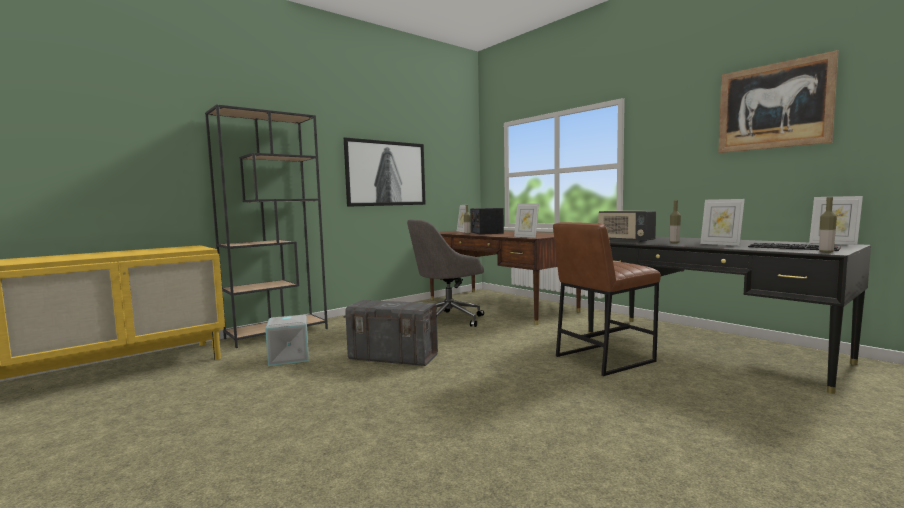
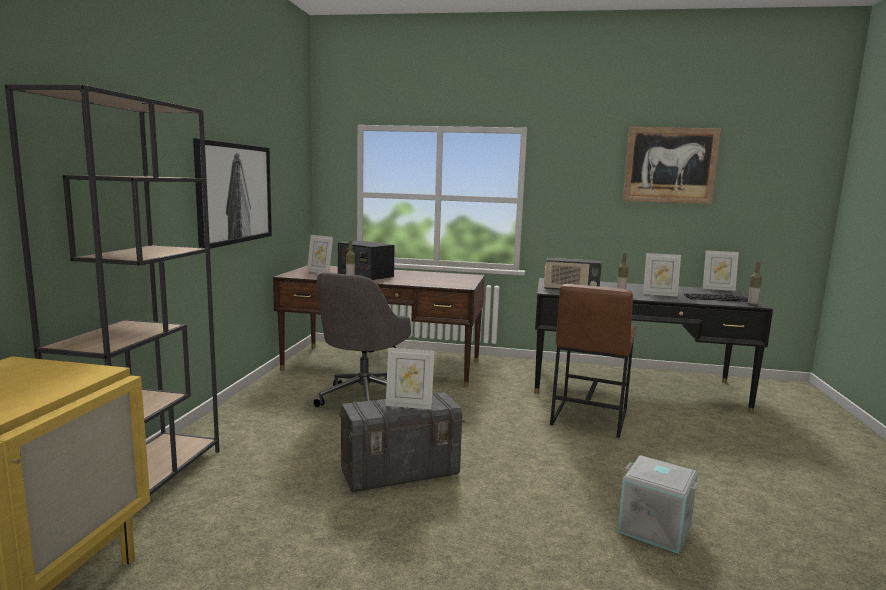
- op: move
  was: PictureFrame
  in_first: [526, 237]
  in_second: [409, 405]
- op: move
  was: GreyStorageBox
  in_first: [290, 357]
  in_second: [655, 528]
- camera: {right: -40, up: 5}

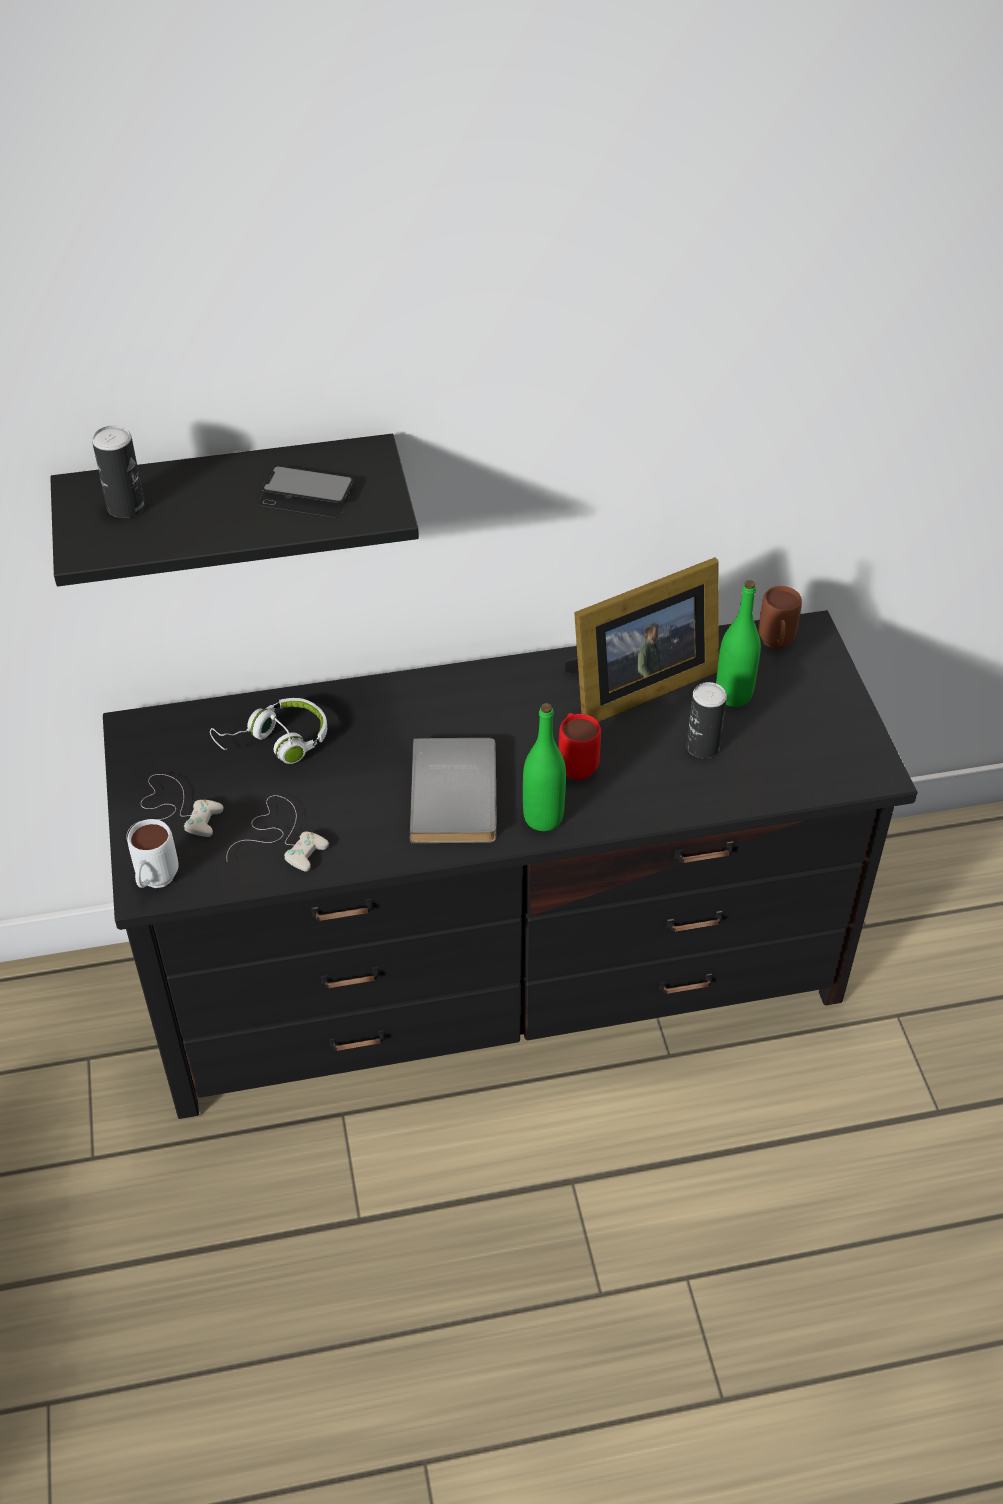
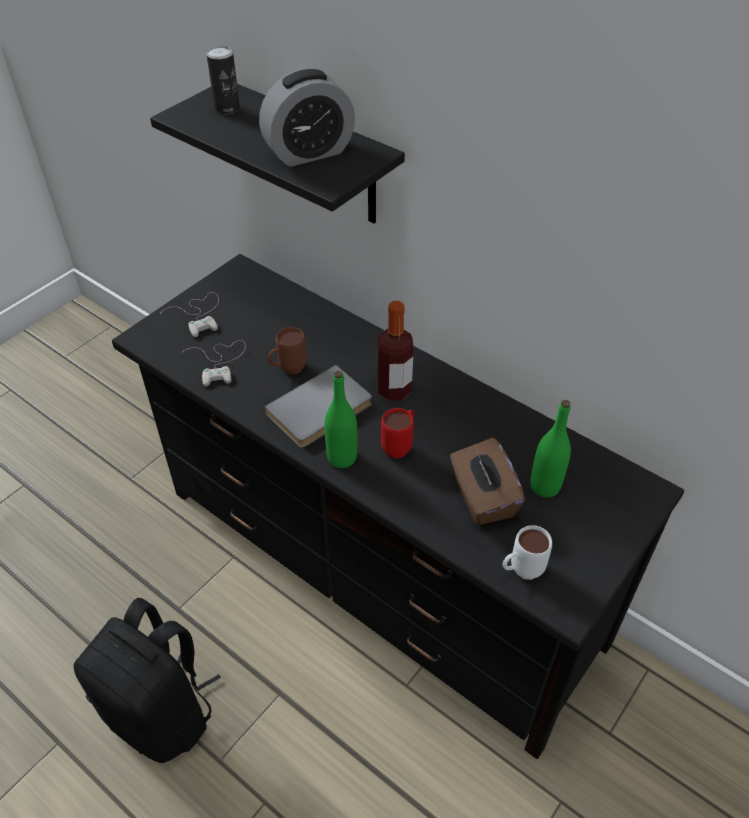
- op: replace
  was: Phone
  now: AlarmClock
  in_first: [306, 495]
  in_second: [309, 152]
- op: delete
  was: PictureFrame
  in_first: [635, 687]
- op: move
  was: BrownMug
  in_first: [775, 646]
  in_second: [288, 370]
- op: replace
  was: Can
  now: BrownTissueBox
  in_first: [702, 747]
  in_second: [482, 498]
- op: delete
  was: WhiteHeadphones
  in_first: [276, 742]
- op: move
  was: WhiteMug
  in_first: [155, 883]
  in_second: [520, 572]
- op: insert
  now: Bottle
  in_second: [394, 390]
- op: insert
  now: BlackBackpack
  in_second: [162, 712]
- camera: {right: 50, up: 0}

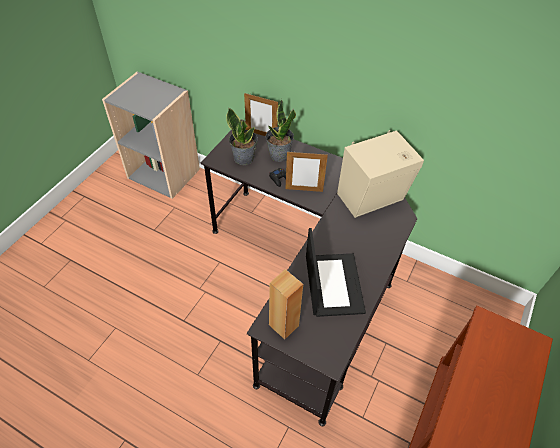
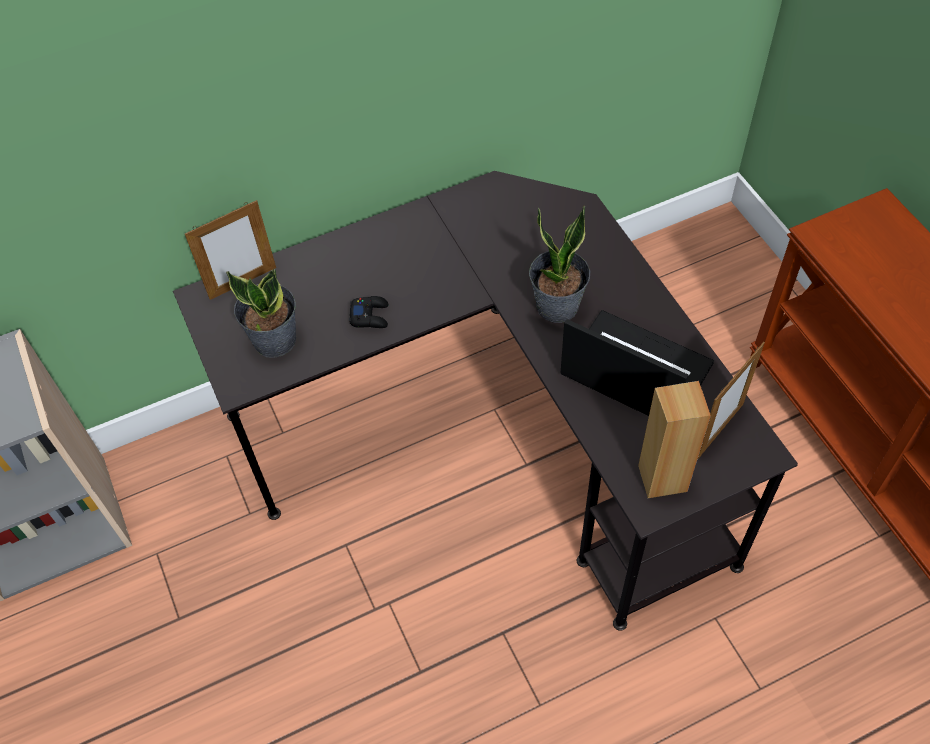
- op: move
  was: PottedPlant
  in_first: [279, 155]
  in_second: [557, 306]
- op: delete
  was: BeigeSpeaker
  in_first: [372, 198]
- op: move
  was: PictureFrame
  in_first: [304, 190]
  in_second: [720, 431]
- camera: {right: -50, up: 5}

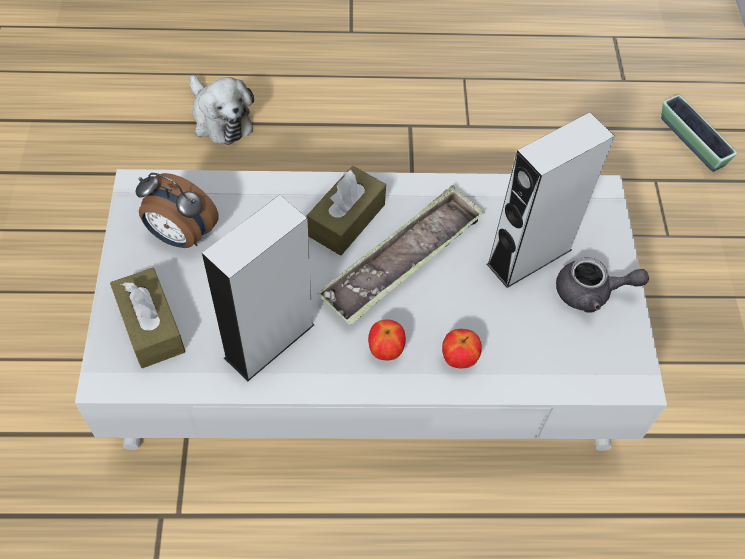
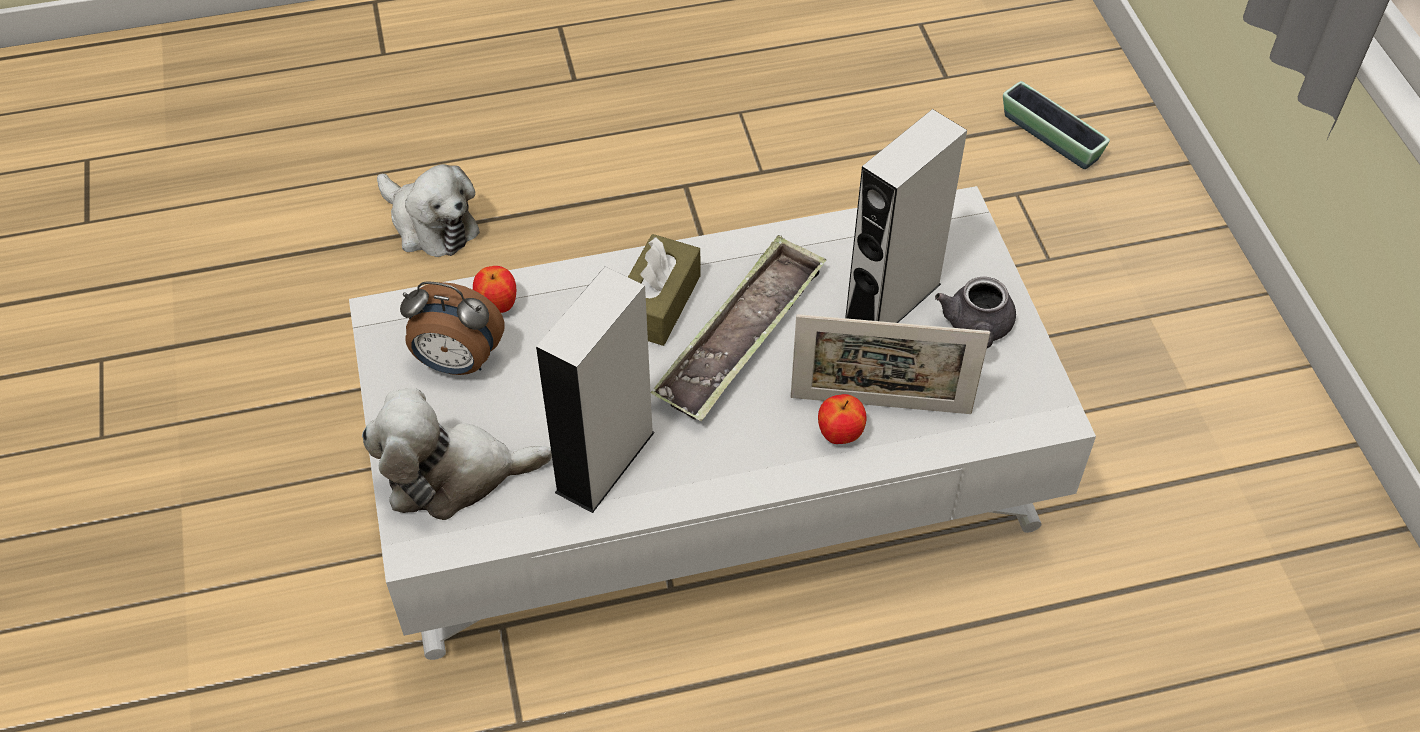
- op: rotate
  was: GreyTeapot
  in_first: [591, 293]
  in_second: [977, 328]
  clockwise: 105
- op: replace
  was: BrownTissueBox
  now: PlushToy
  in_first: [151, 326]
  in_second: [453, 475]
- op: move
  was: Apple
  in_first: [385, 350]
  in_second: [497, 306]
- op: insert
  now: PictureFrame
  in_second: [880, 405]
- camera: {right: -10, up: -5}

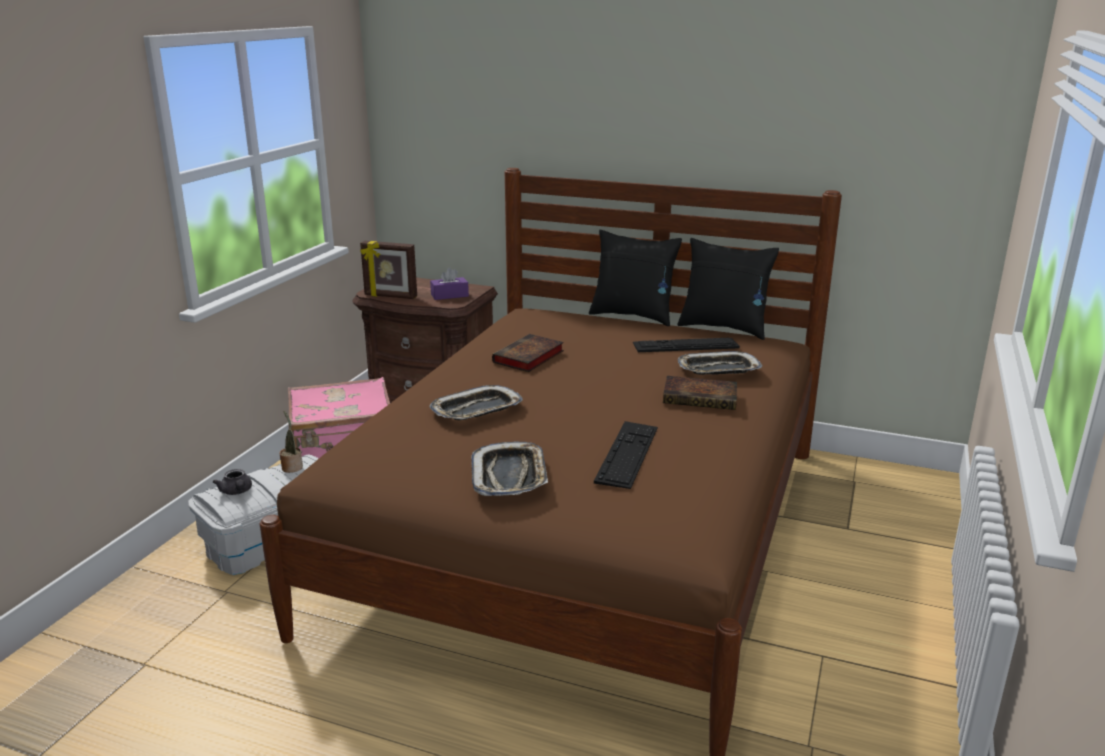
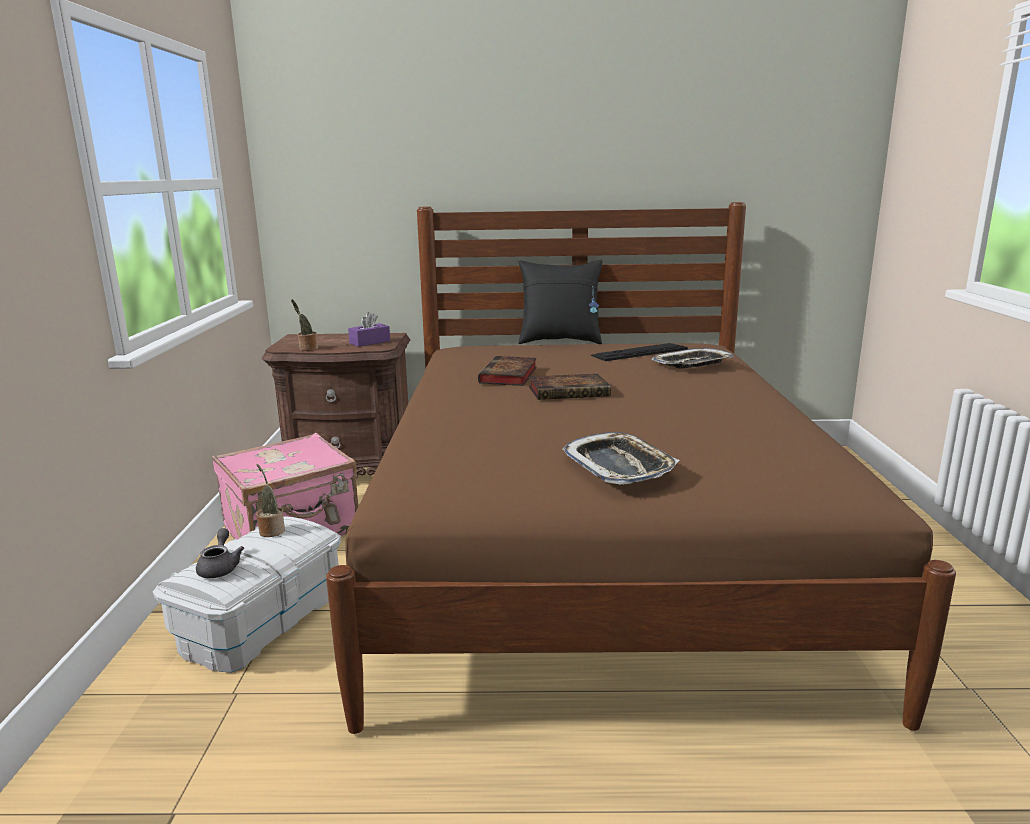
- op: delete
  was: BlackPillow
  in_first: [723, 329]
- op: replace
  was: PictureFrame
  now: PottedPlant
  in_first: [390, 296]
  in_second: [307, 349]
- op: move
  was: Book
  in_first: [702, 398]
  in_second: [570, 392]
- op: delete
  was: Tray
  in_first: [476, 410]
- op: delete
  was: Keyboard
  in_first: [627, 454]
- op: rotate
  was: GreyTeapot
  in_first: [236, 492]
  in_second: [220, 567]
  clockwise: -135
- camera: {right: -20, up: -5}

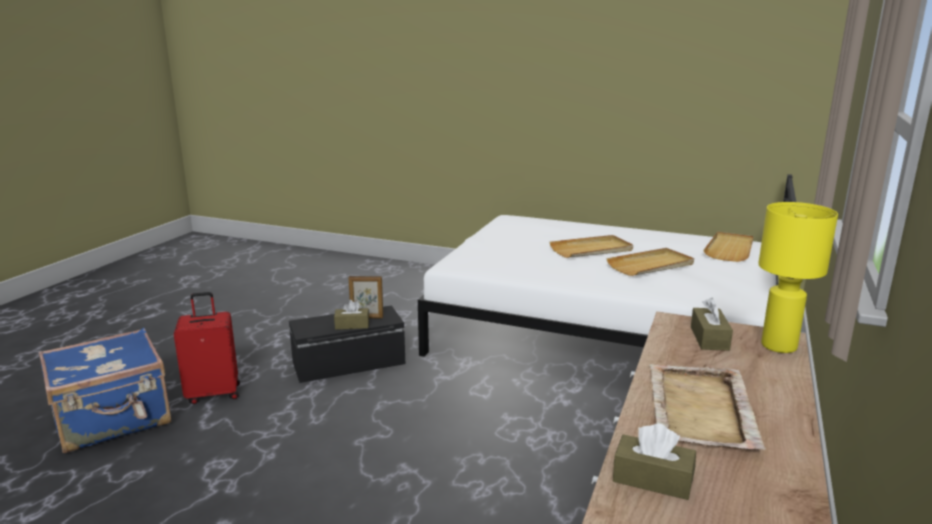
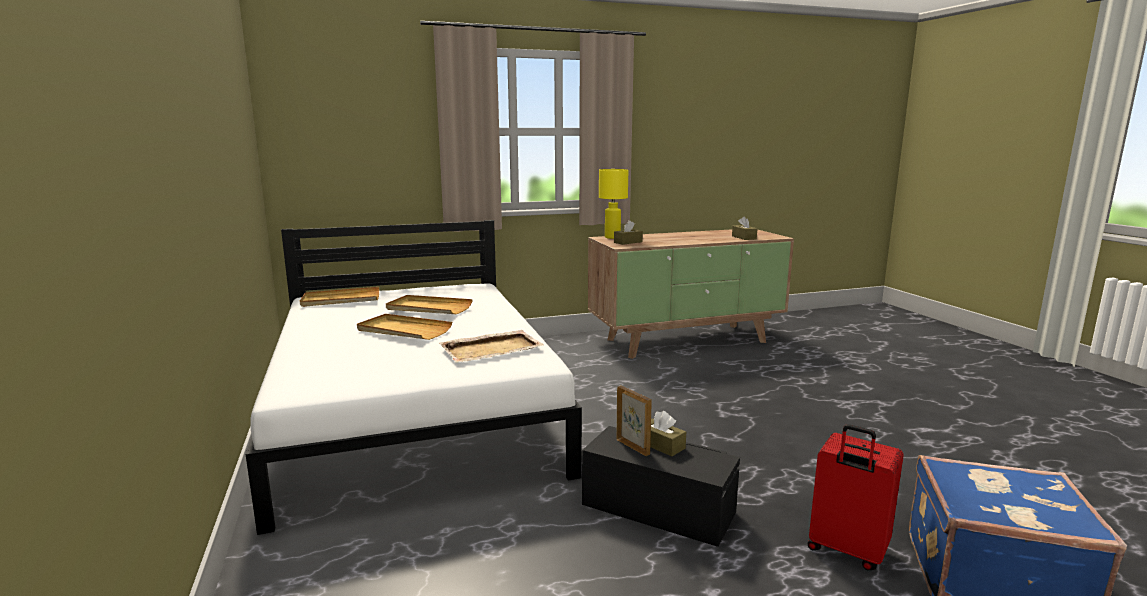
- op: move
  was: BeigeTray
  in_first: [700, 410]
  in_second: [492, 349]
- camera: {right: -130, up: -5}

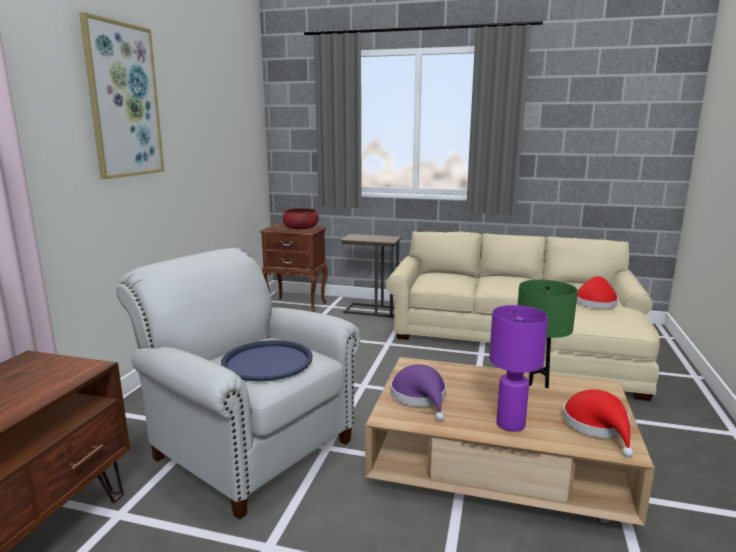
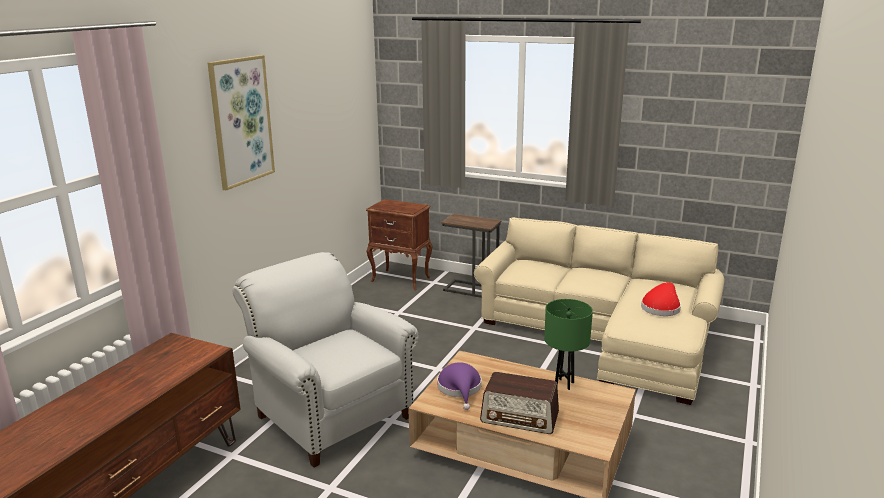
- op: delete
  was: RedBowl
  in_first: [300, 227]
- op: replace
  was: PurpleTableLamp
  now: Radio
  in_first: [511, 424]
  in_second: [520, 417]
- op: delete
  was: BlueTray
  in_first: [267, 361]
- op: delete
  was: RedHat
  in_first: [598, 426]
- camera: {right: 10, up: 5}

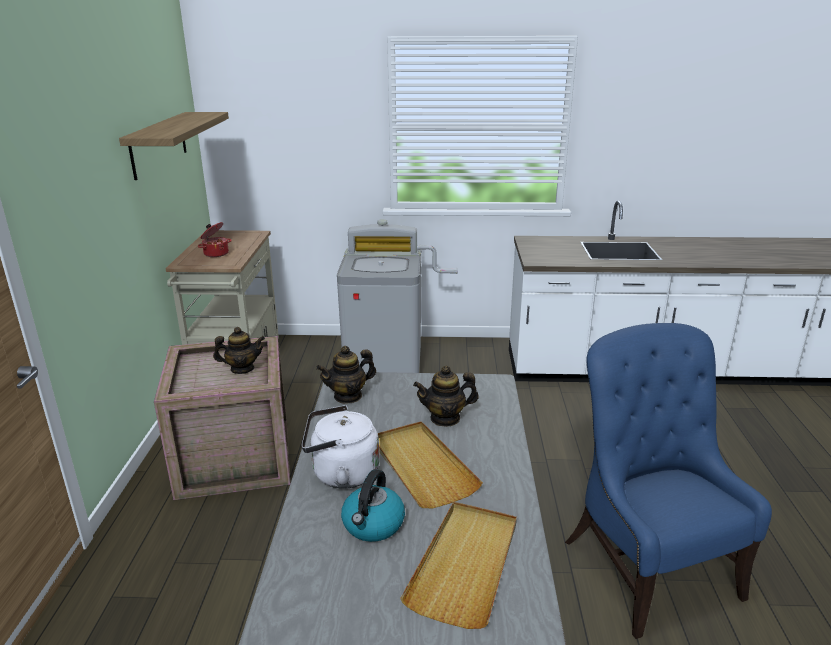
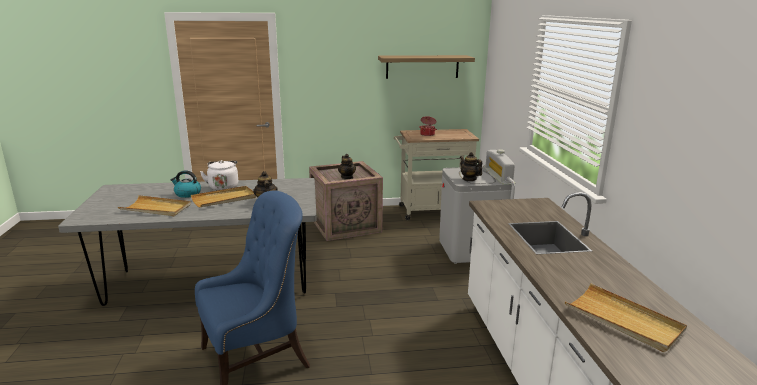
- op: move
  was: Teapot
  in_first: [348, 396]
  in_second: [469, 179]
- op: insert
  now: BeigeTray
  in_second: [623, 320]
- camera: {right: 80, up: -5}

